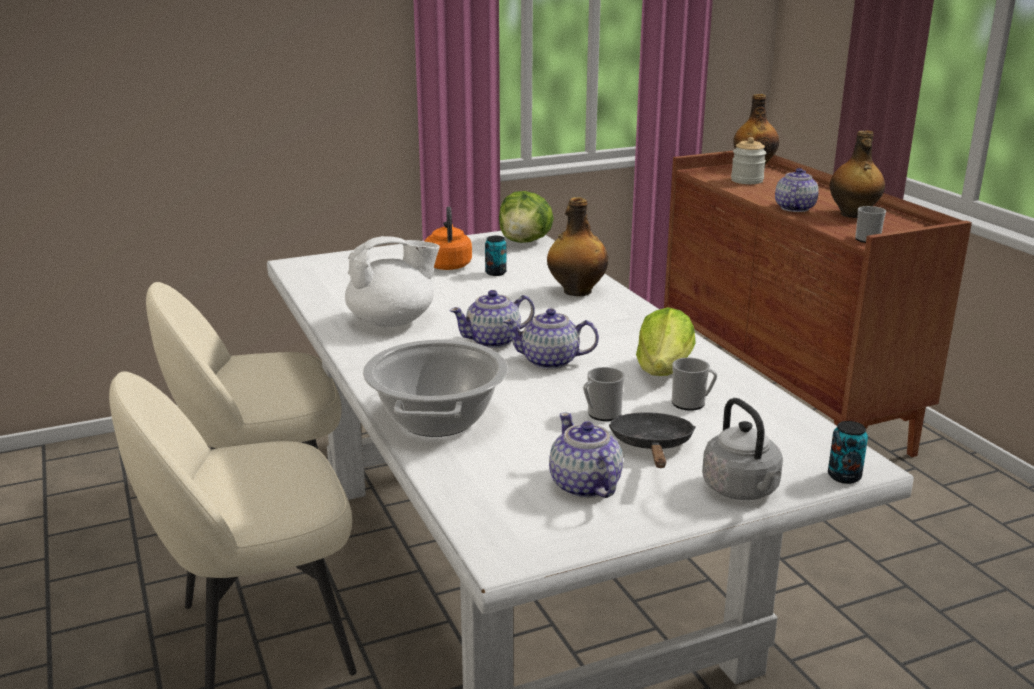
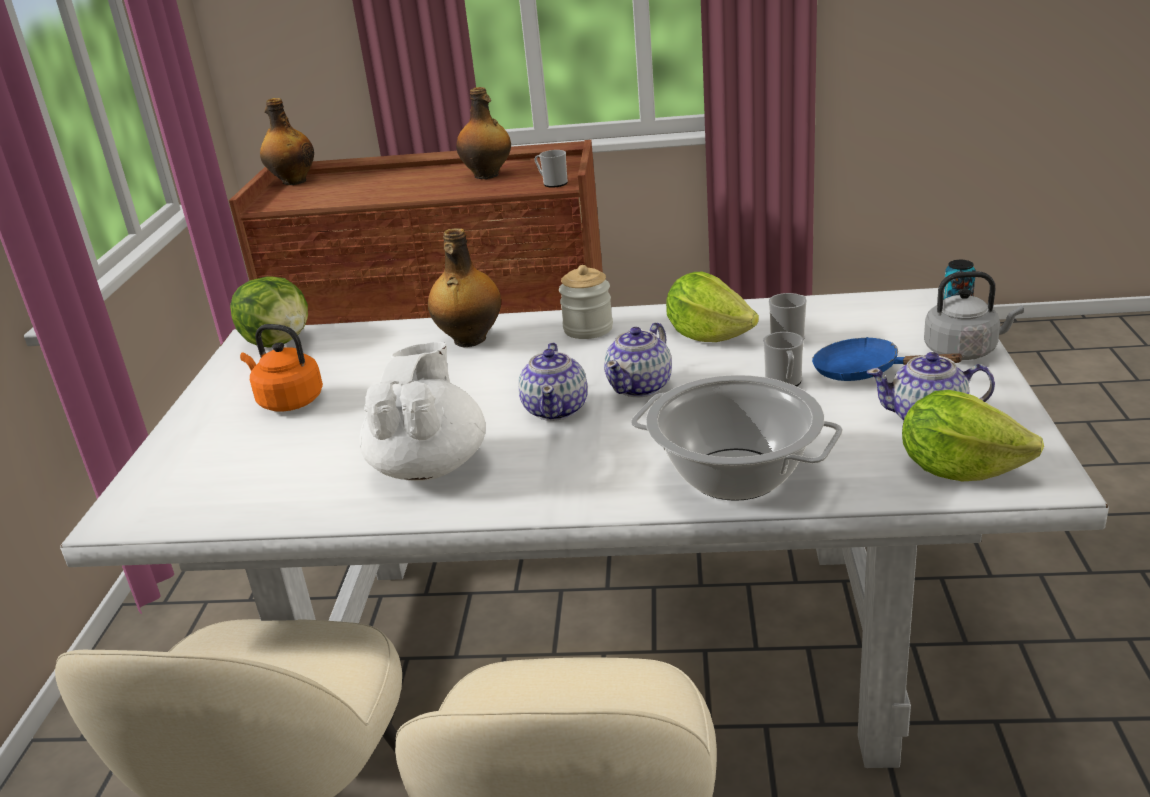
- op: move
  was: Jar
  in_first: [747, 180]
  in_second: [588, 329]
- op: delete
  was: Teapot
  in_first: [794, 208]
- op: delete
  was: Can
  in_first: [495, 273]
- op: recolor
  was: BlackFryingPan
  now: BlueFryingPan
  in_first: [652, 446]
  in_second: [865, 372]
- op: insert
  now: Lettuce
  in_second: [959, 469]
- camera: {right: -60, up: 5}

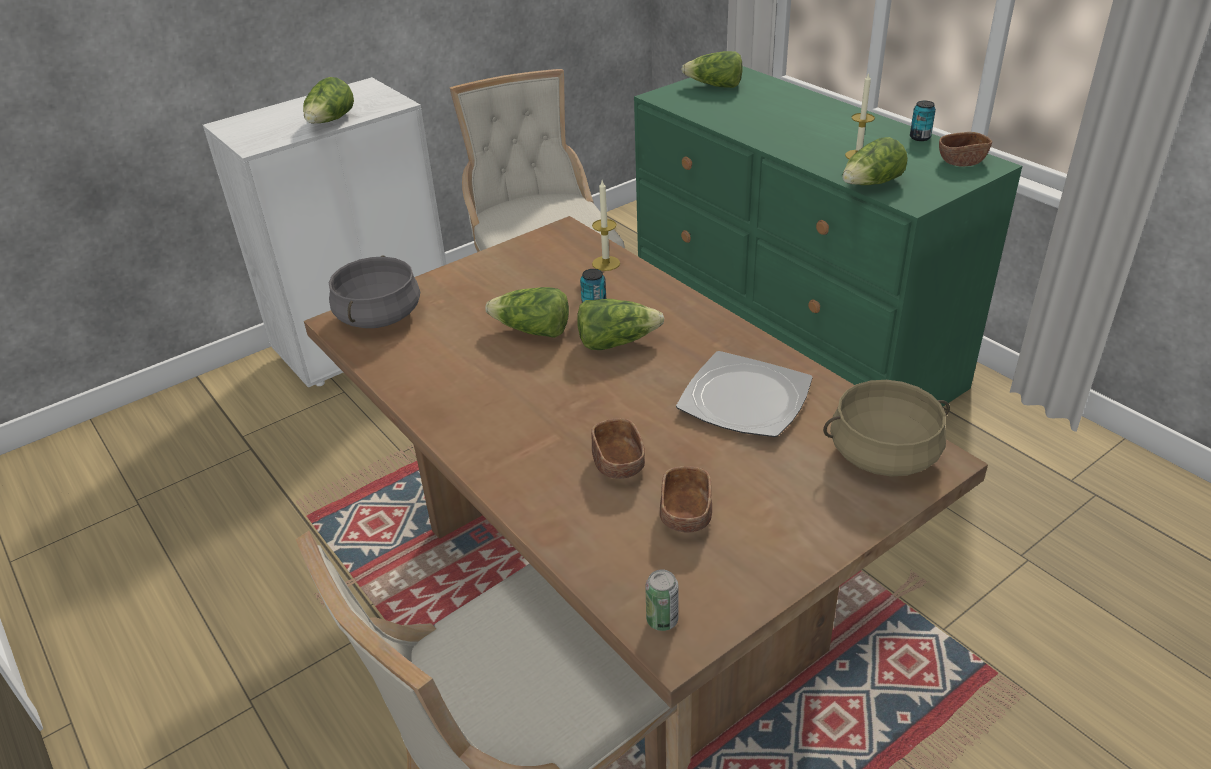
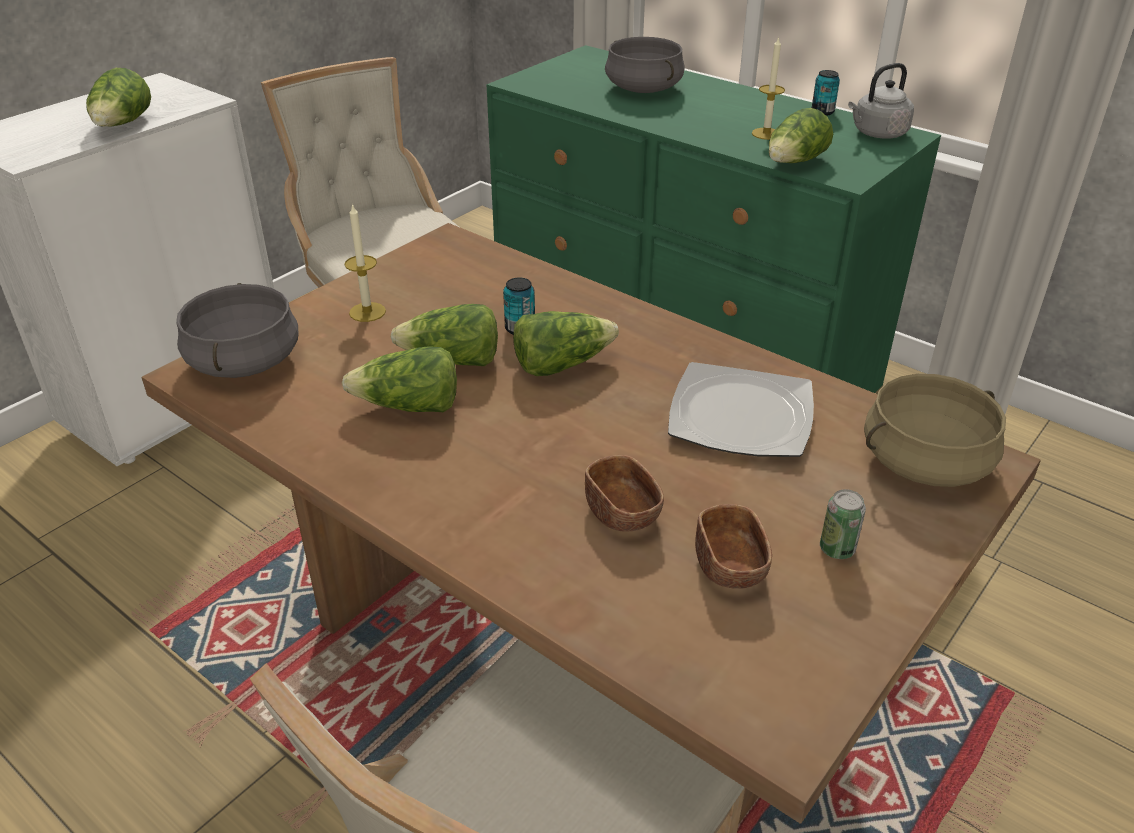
- op: move
  was: Lettuce
  in_first: [715, 86]
  in_second: [409, 407]
- op: replace
  was: BrownBowl
  now: GreyKettle
  in_first: [961, 161]
  in_second: [877, 134]
- op: move
  was: Candle
  in_first: [606, 263]
  in_second: [367, 312]
- op: move
  was: Can
  in_first: [662, 620]
  in_second: [837, 549]
- op: insert
  now: GreyCookingPot
  in_second: [642, 89]
- camera: {right: -15, up: 0}

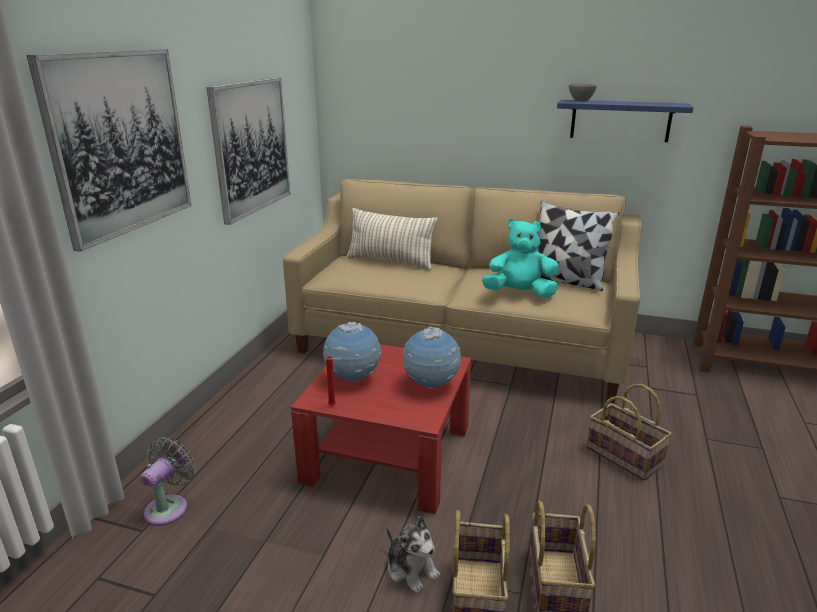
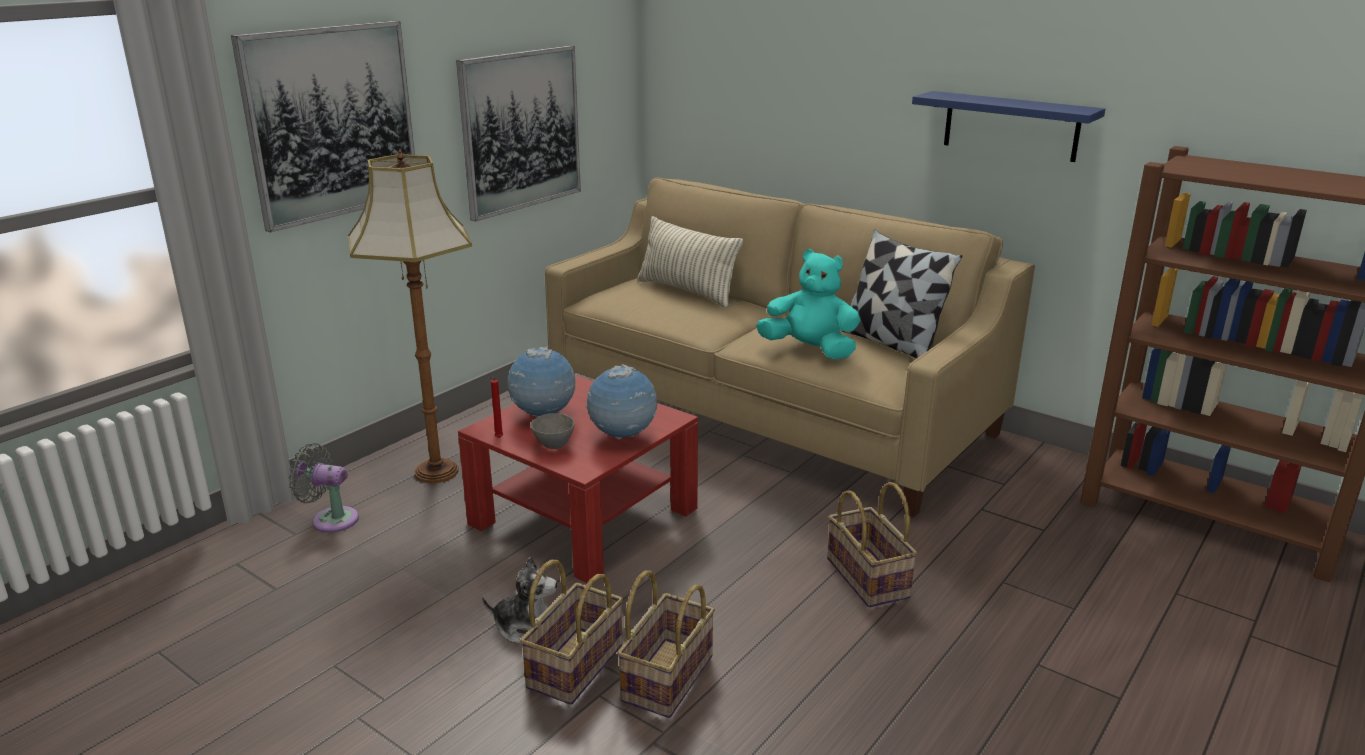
- op: move
  was: GreyBowl
  in_first: [580, 101]
  in_second: [553, 445]
- op: rotate
  was: GreyFan
  in_first: [169, 507]
  in_second: [331, 519]
  clockwise: -120
- op: rotate
  was: PlushToy
  in_first: [411, 569]
  in_second: [525, 627]
  clockwise: -60
- op: insert
  now: FloorLamp
  in_second: [434, 472]
- camera: {right: 20, up: 0}

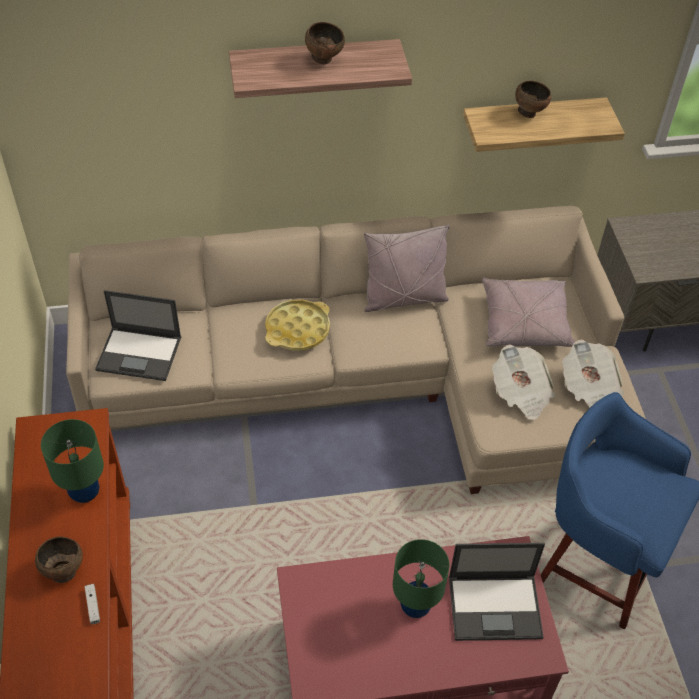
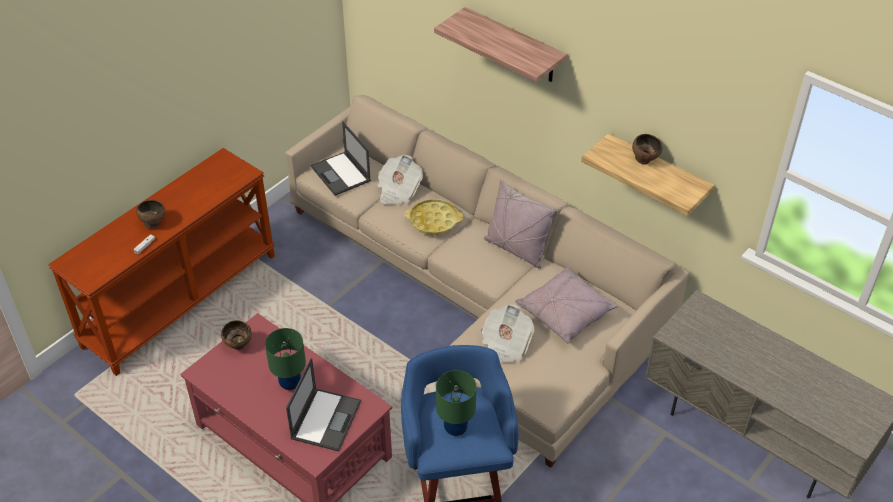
- op: move
  was: BrownBowl
  in_first: [324, 59]
  in_second: [239, 345]
- op: move
  was: Newspaper
  in_first: [589, 389]
  in_second: [398, 190]
- op: move
  was: GreenTableLamp
  in_first: [84, 492]
  in_second: [456, 428]
- op: rotate
  was: Laptop
  in_first: [496, 606]
  in_second: [326, 419]
  clockwise: -120
- camera: {right: 50, up: -5}

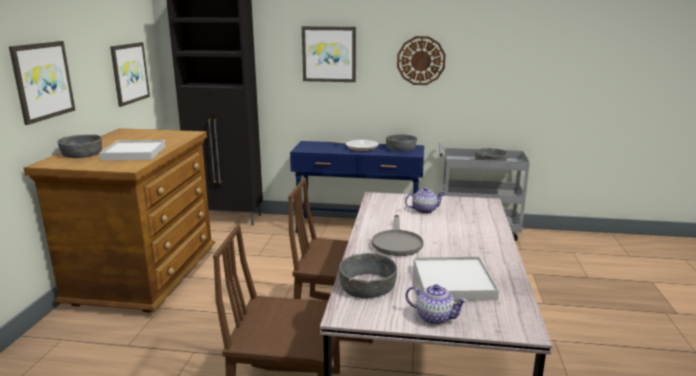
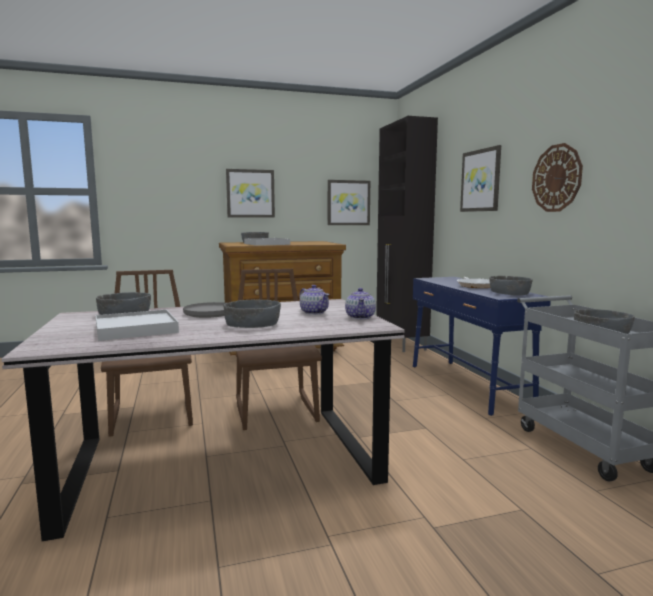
- op: move
  was: Teapot
  in_first: [434, 317]
  in_second: [360, 317]
- op: insert
  now: GreyBowl
  in_second: [253, 324]
- camera: {right: 65, up: -10}

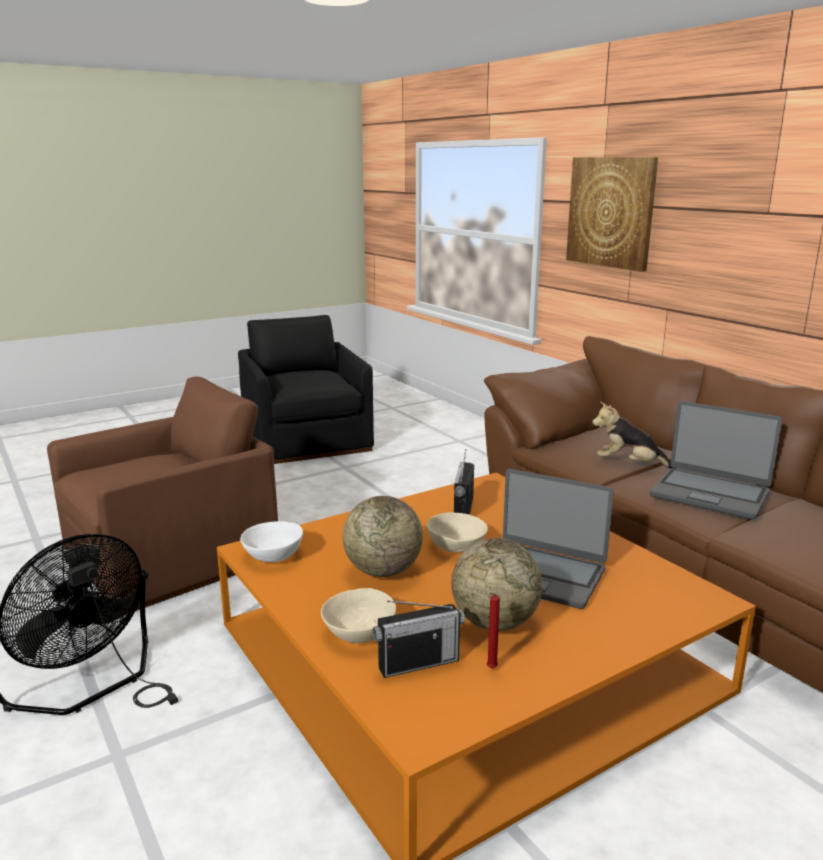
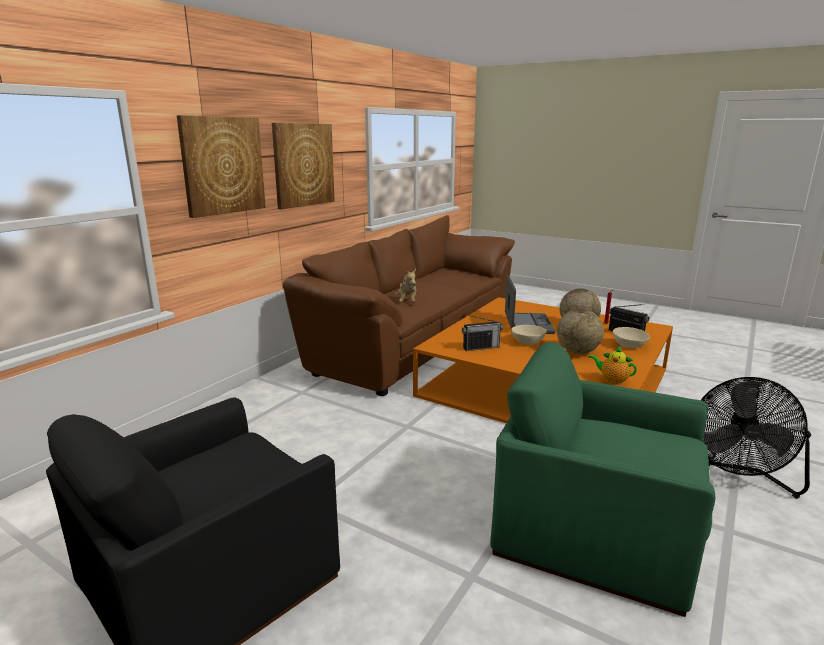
- op: recolor
  was: BrownArmchair
  now: GreenArmchair
  in_first: [172, 557]
  in_second: [595, 529]
- op: delete
  was: Laptop
  in_first: [710, 494]
- op: replace
  was: WhiteBowl
  now: Teapot
  in_first: [273, 555]
  in_second: [612, 380]
- op: insert
  now: Picture
  in_second: [303, 165]
- camera: {right: -115, up: 0}

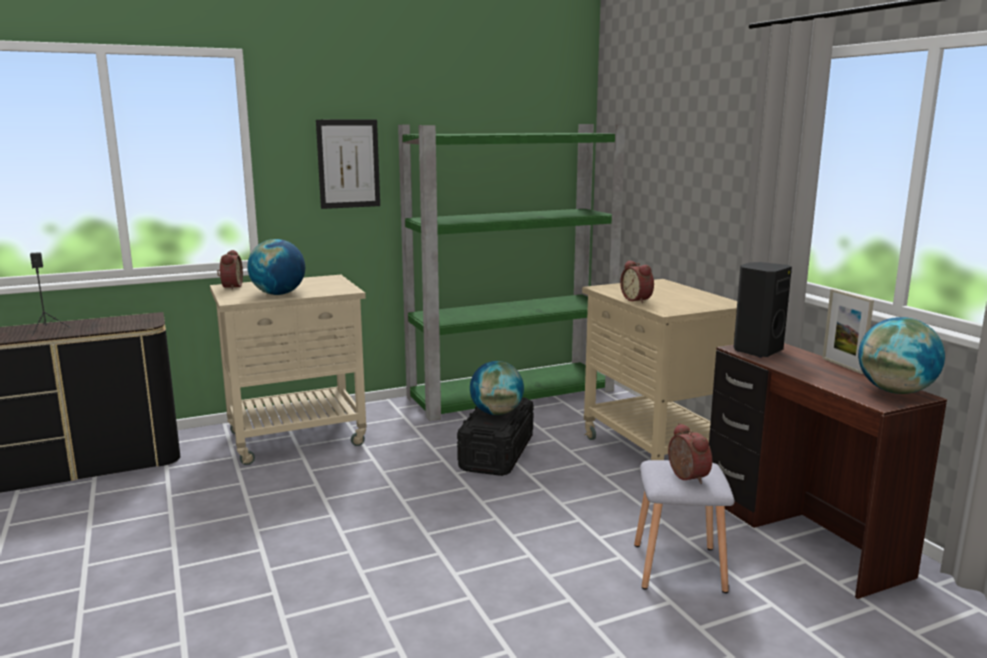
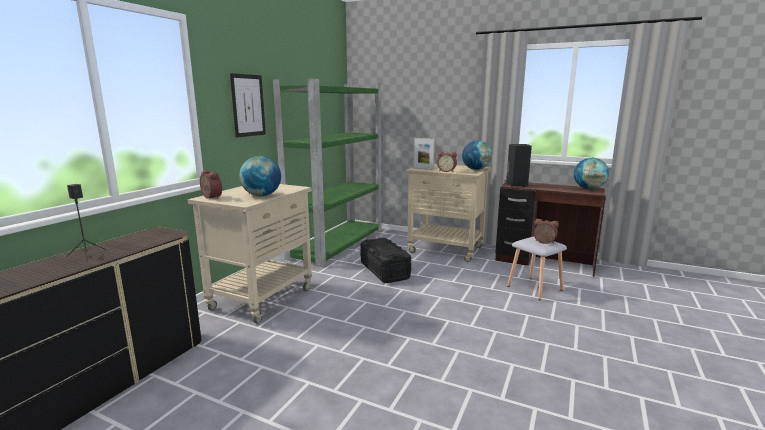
- op: move
  was: PictureFrame
  in_first: [842, 365]
  in_second: [423, 169]
- op: move
  was: Globe
  in_first: [496, 413]
  in_second: [475, 169]
- camera: {right: -40, up: 0}

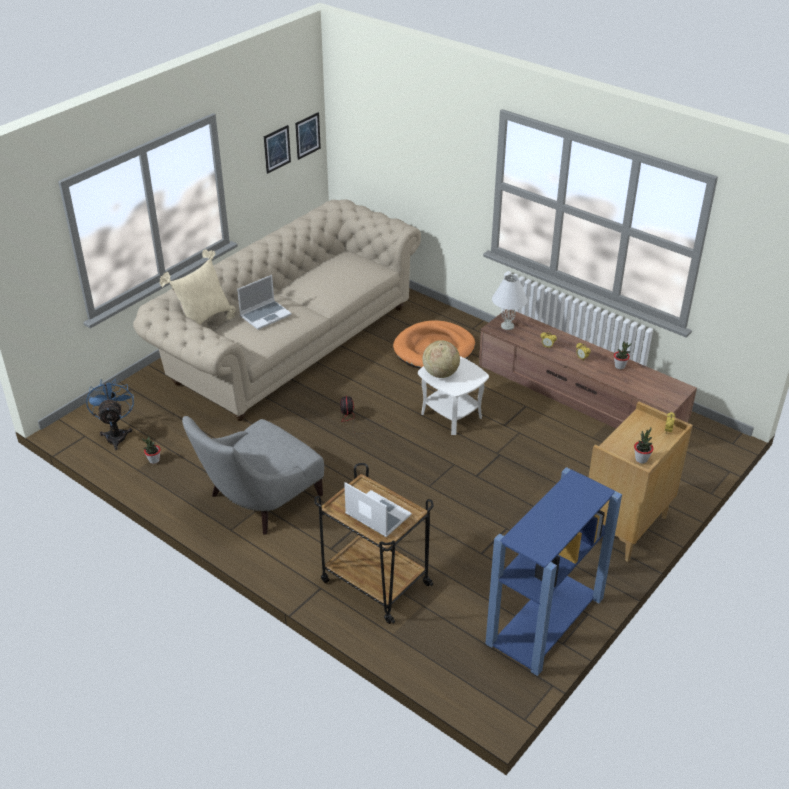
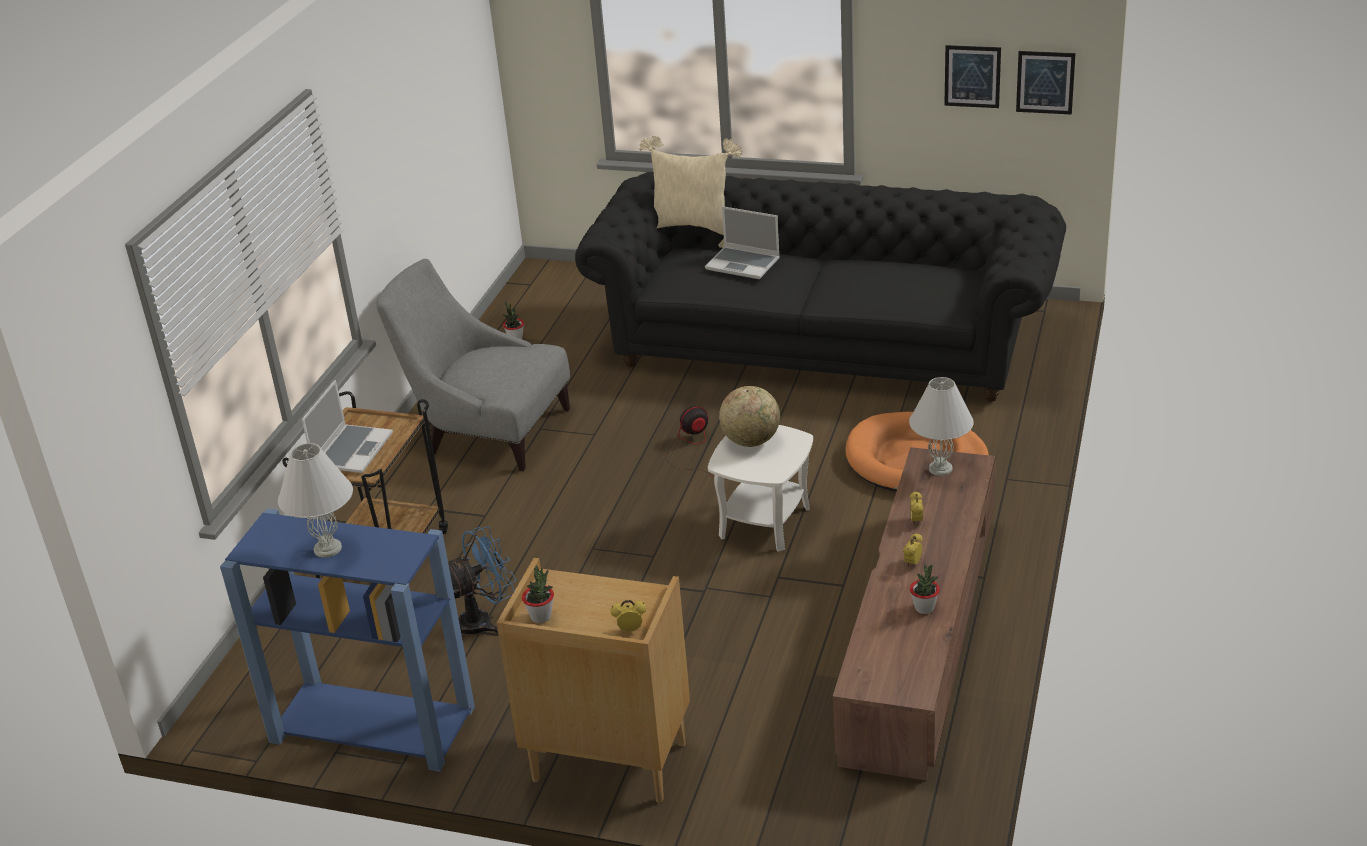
- op: recolor
  was: BeigeSofa
  now: BlackSofa
  in_first: [288, 342]
  in_second: [822, 342]
- op: move
  was: BlueFan
  in_first: [116, 434]
  in_second: [483, 621]
- op: insert
  now: WhiteTableLamp
  in_second: [328, 548]
- camera: {right: 70, up: -5}

